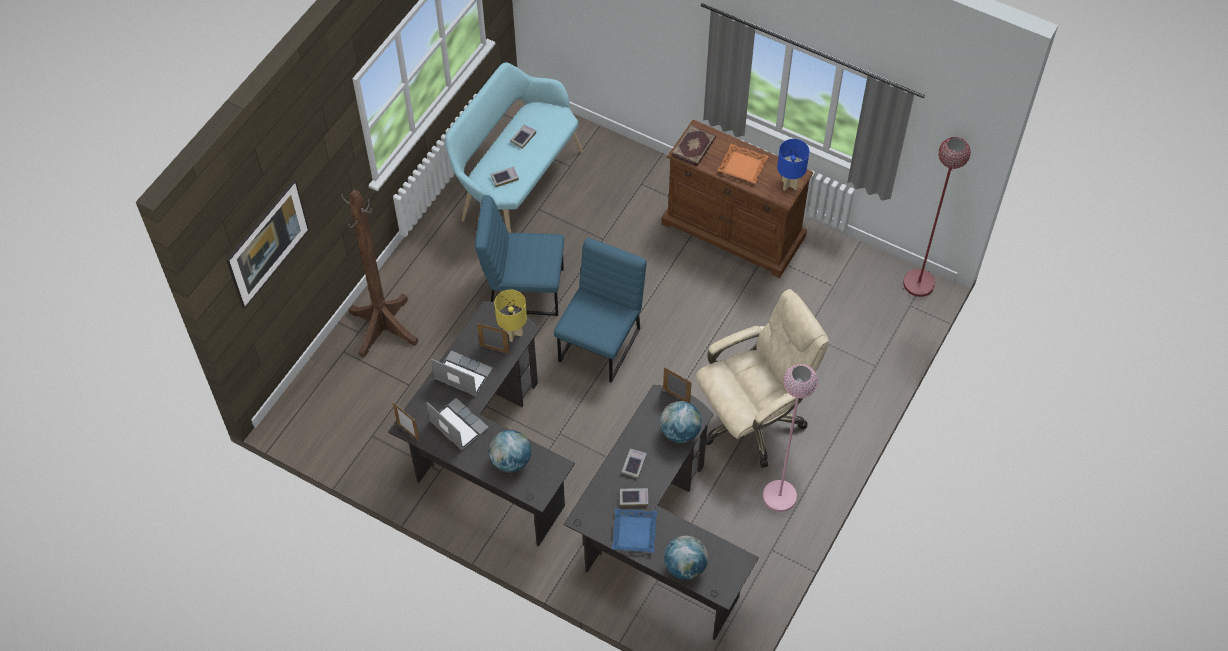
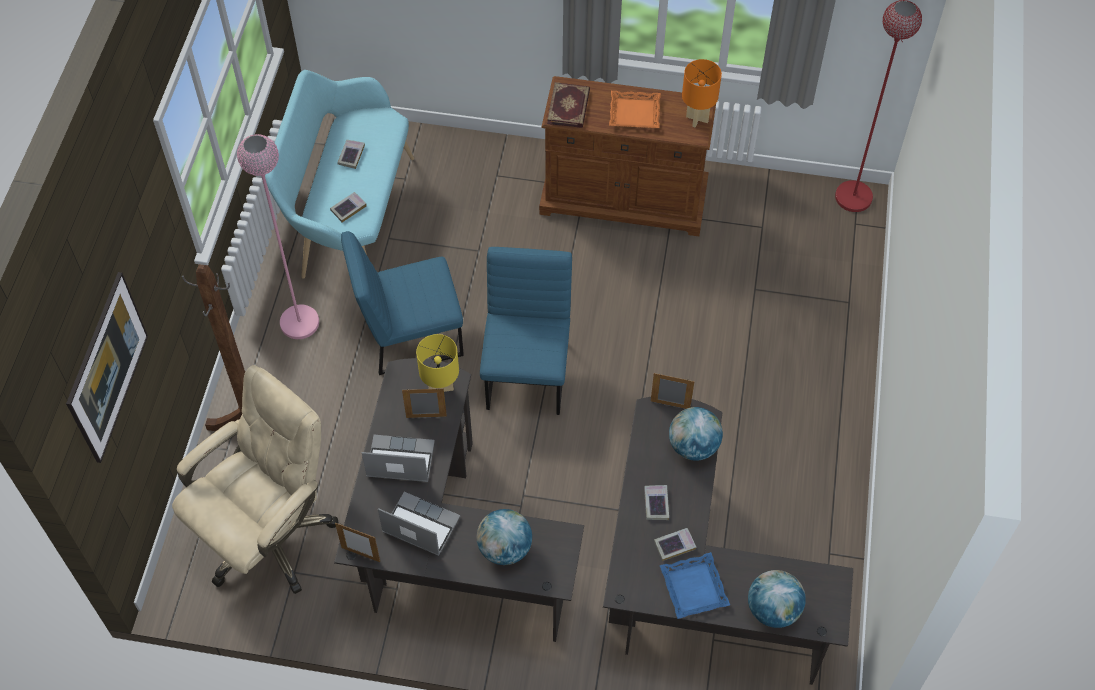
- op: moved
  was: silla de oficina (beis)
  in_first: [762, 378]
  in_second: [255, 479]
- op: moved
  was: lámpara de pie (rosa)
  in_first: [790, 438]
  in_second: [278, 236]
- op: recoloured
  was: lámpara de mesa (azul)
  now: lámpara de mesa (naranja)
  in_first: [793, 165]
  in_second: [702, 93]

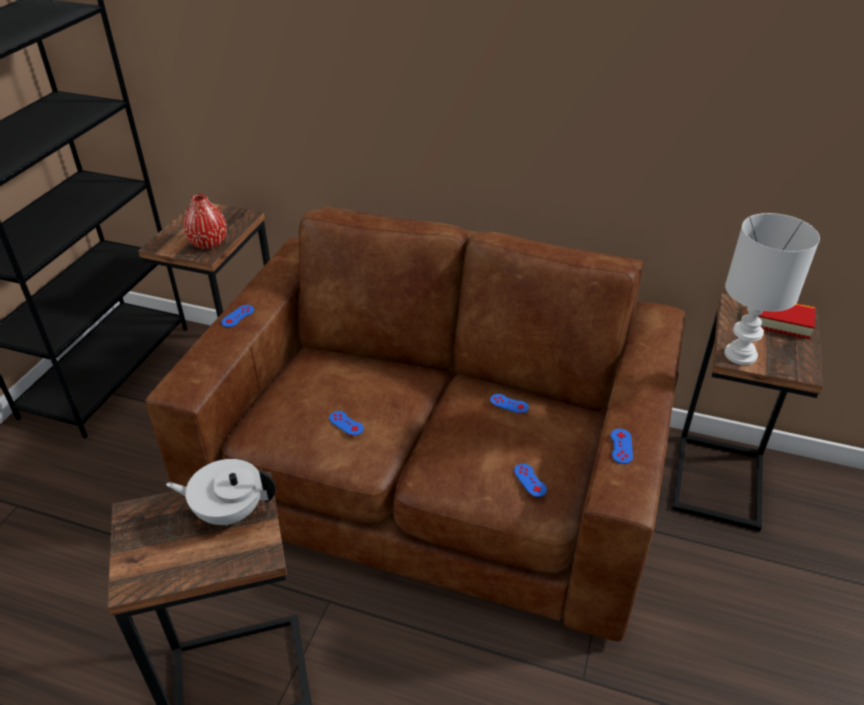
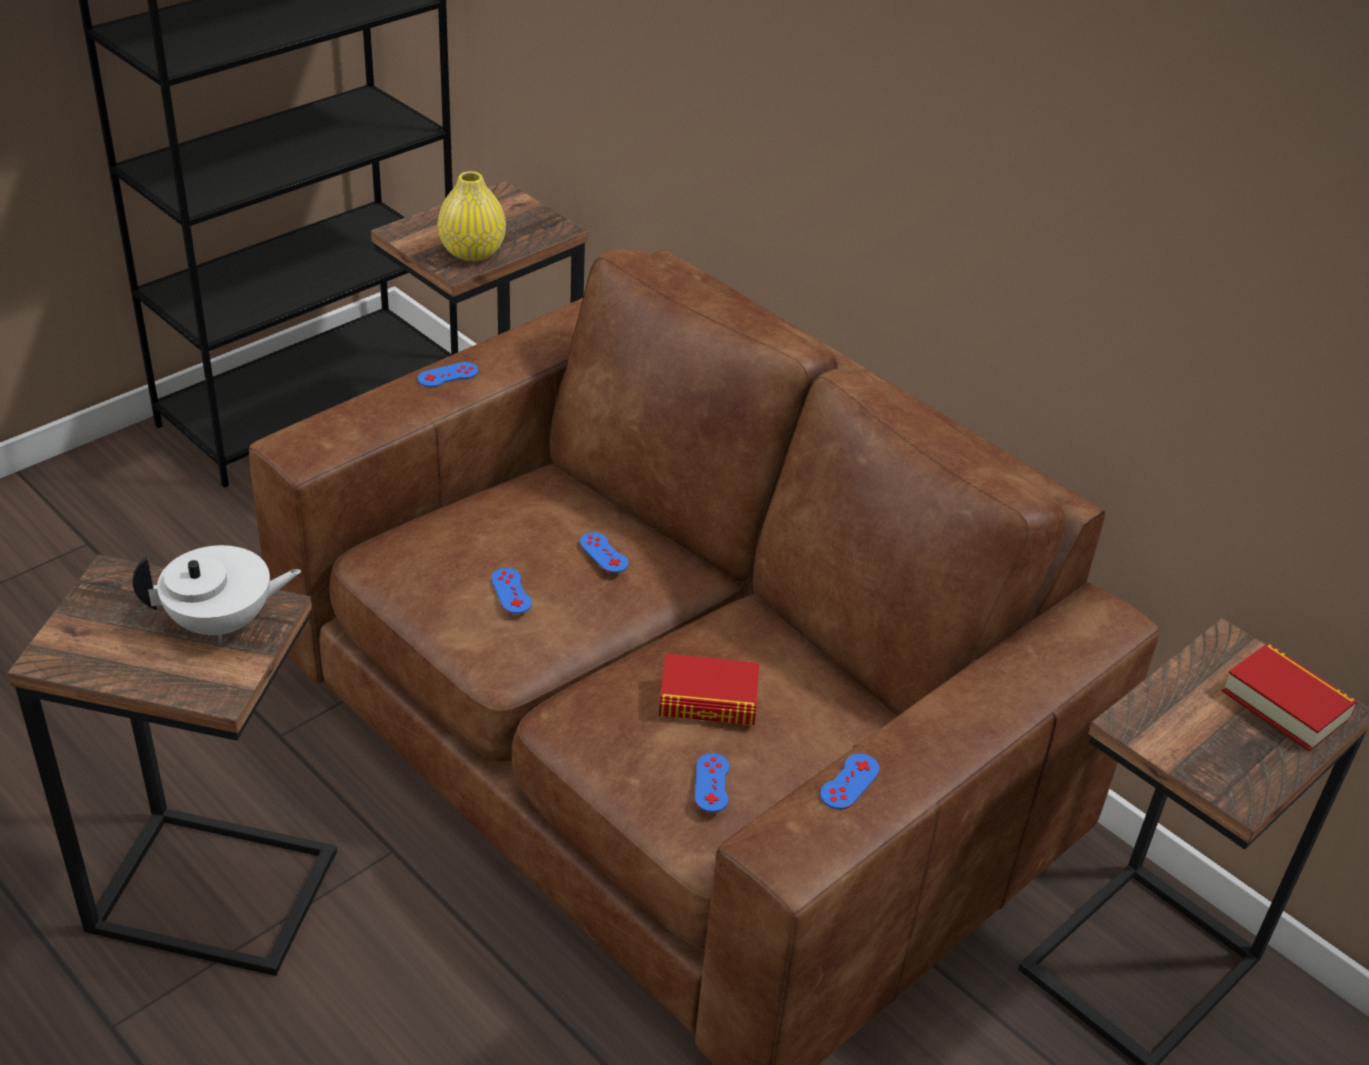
- op: turned
  was: tetera (blanco)
  in_first: [221, 492]
  in_second: [217, 593]
  clockwise: 135
- op: recoloured
  was: florero (rojo)
  now: florero (amarillo)
  in_first: [205, 221]
  in_second: [471, 216]
- op: moved
  was: mando de consola (azul)
  in_first: [509, 404]
  in_second: [604, 552]
- op: removed
  was: lámpara de mesa (blanco)
  in_first: [772, 289]
- op: added
  now: libro
  in_second: [709, 689]

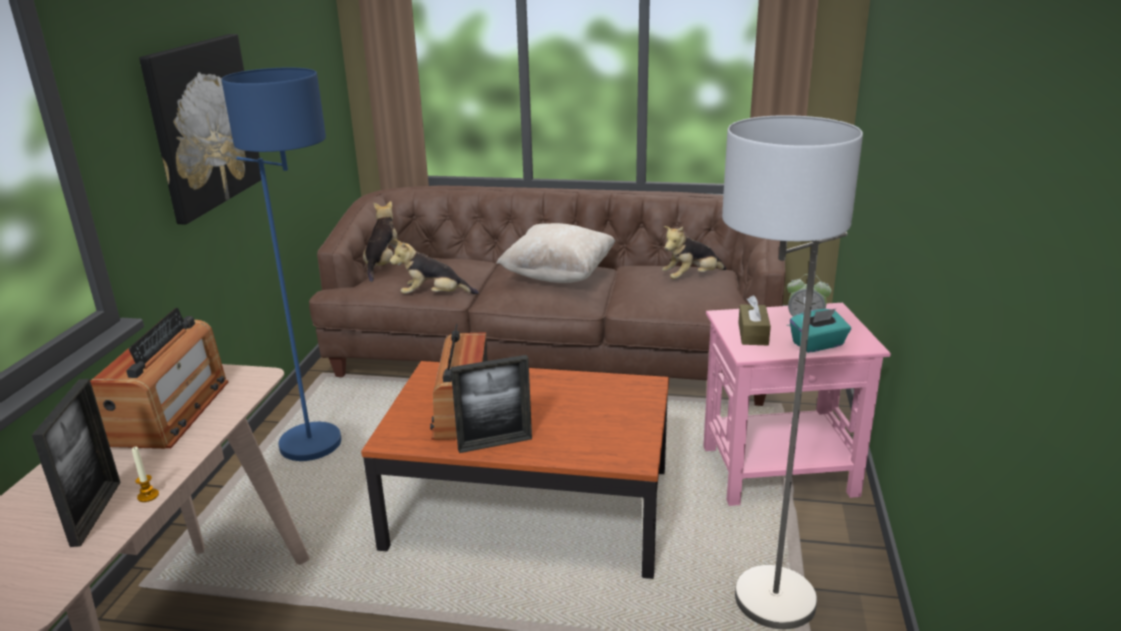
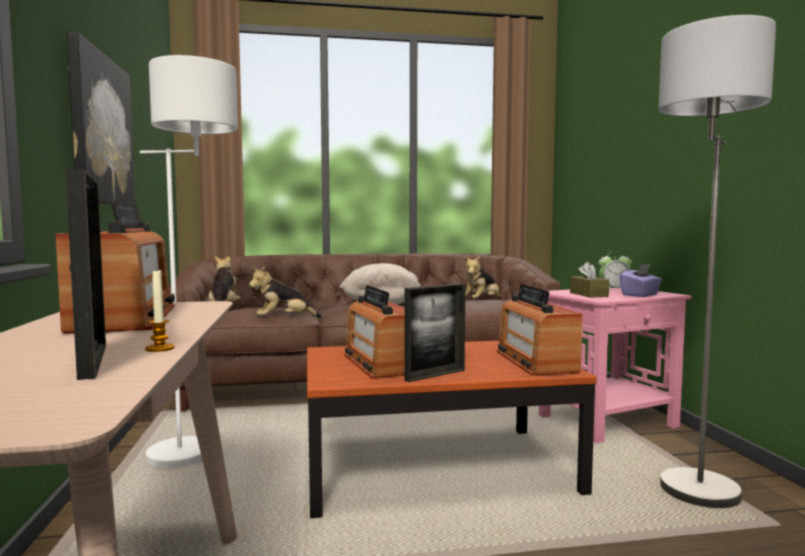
- op: recoloured
  was: lámpara de pie (azul)
  now: lámpara de pie (blanco)
  in_first: [281, 264]
  in_second: [189, 261]
- op: recoloured
  was: caja de pañuelos (turquesa)
  now: caja de pañuelos (morado)
  in_first: [820, 331]
  in_second: [640, 280]
- op: added
  now: radio
  in_second: [539, 329]

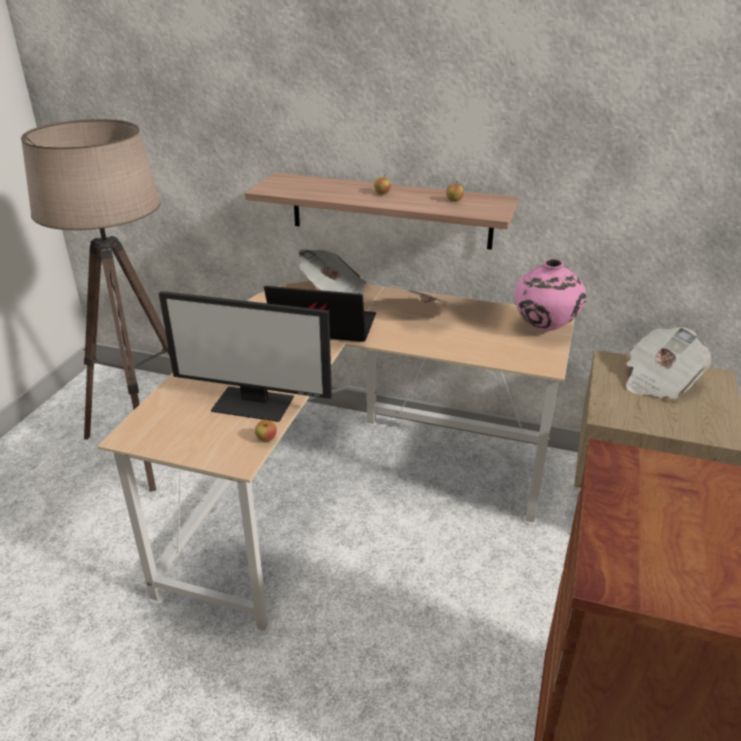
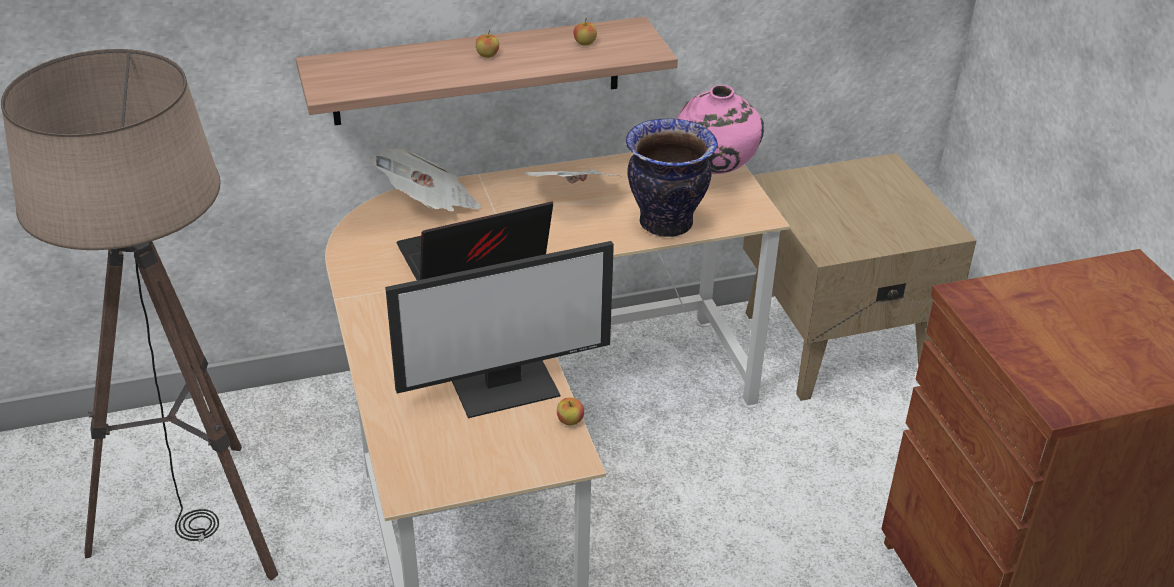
- op: removed
  was: periódico
  in_first: [669, 363]
- op: added
  now: florero
  in_second: [672, 178]

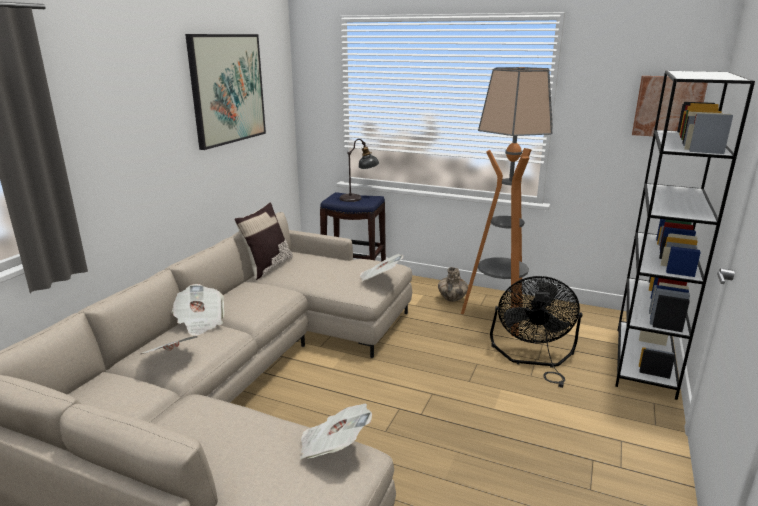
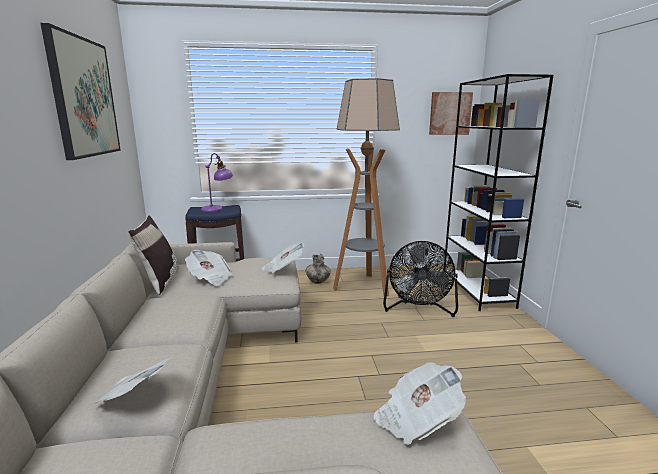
- op: moved
  was: periódico
  in_first: [198, 310]
  in_second: [208, 268]
- op: recoloured
  was: lámpara de mesa (gris)
  now: lámpara de mesa (morado)
  in_first: [359, 170]
  in_second: [217, 182]
- op: turned
  was: ventilador (negro)
  in_first: [536, 332]
  in_second: [420, 279]
  clockwise: -150

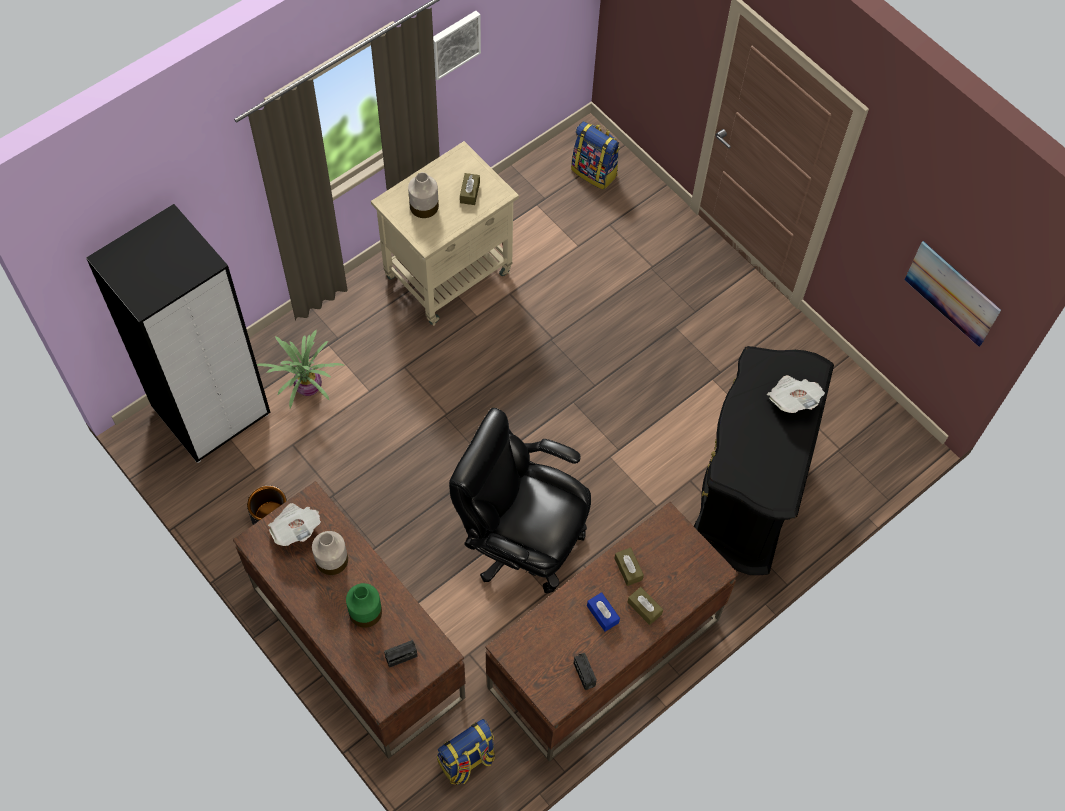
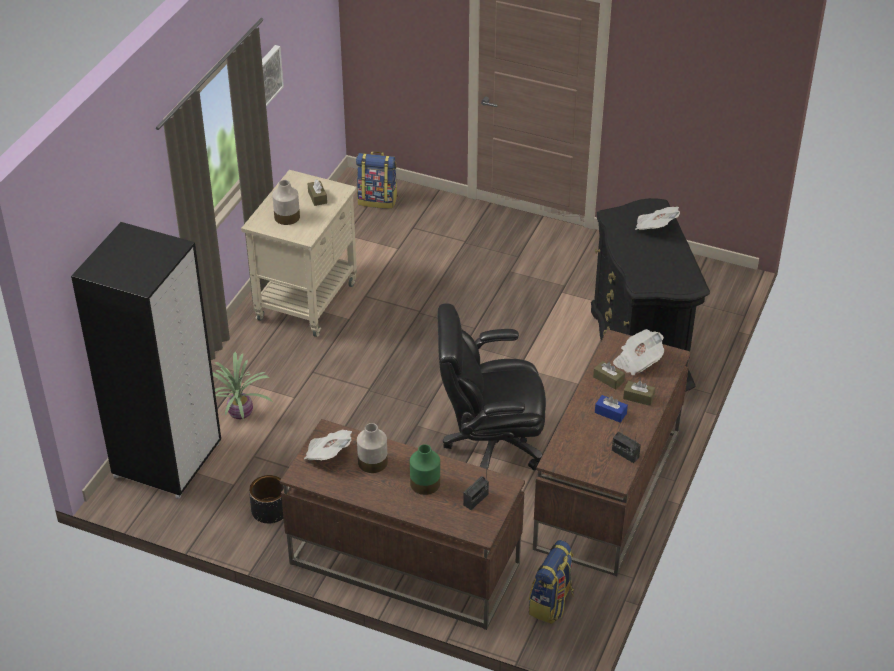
- op: removed
  was: cuadro
  in_first: [953, 294]
- op: added
  now: periódico
  in_second: [638, 352]

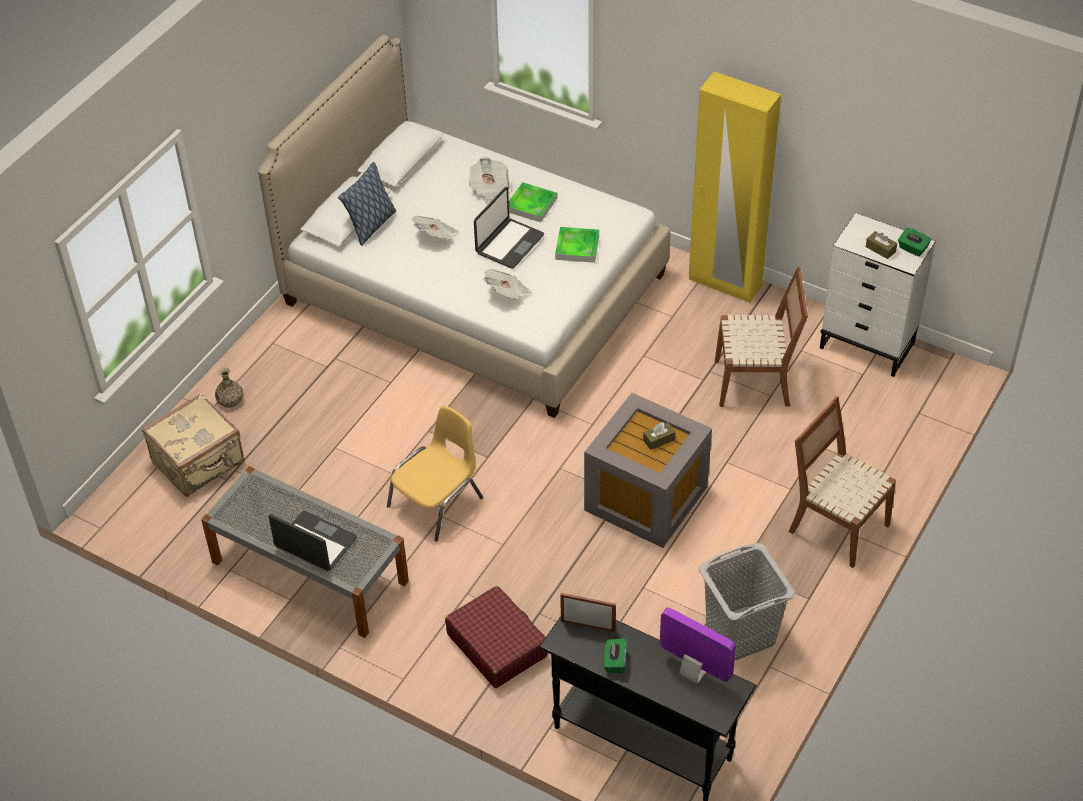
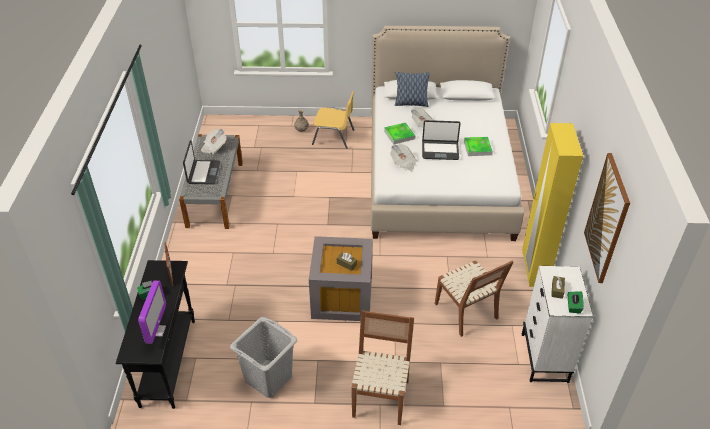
- op: removed
  was: maleta (beis)
  in_first: [193, 445]
- op: moved
  was: silla (amarillo)
  in_first: [435, 473]
  in_second: [333, 120]
- op: removed
  was: maleta (rojo)
  in_first: [496, 637]
- op: moved
  was: periódico
  in_first: [489, 181]
  in_second: [214, 141]
- op: moved
  was: bandeja
  in_first: [577, 245]
  in_second: [399, 133]
- op: added
  now: cuadro
  in_second: [607, 218]

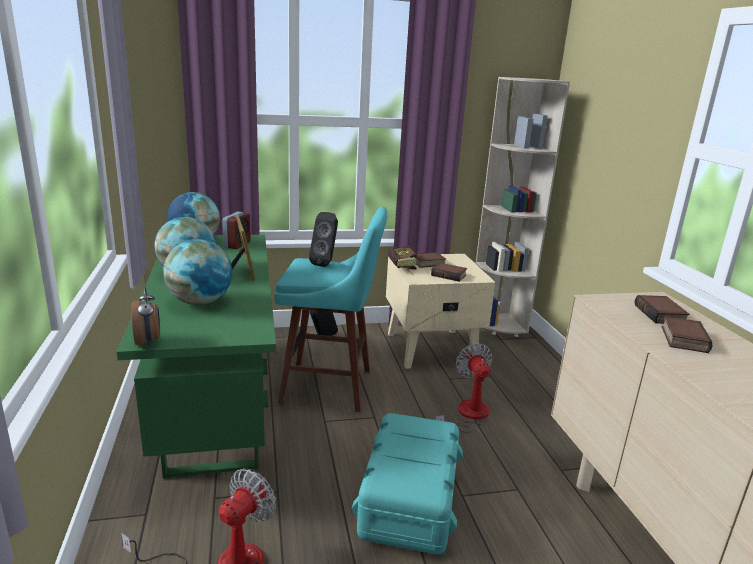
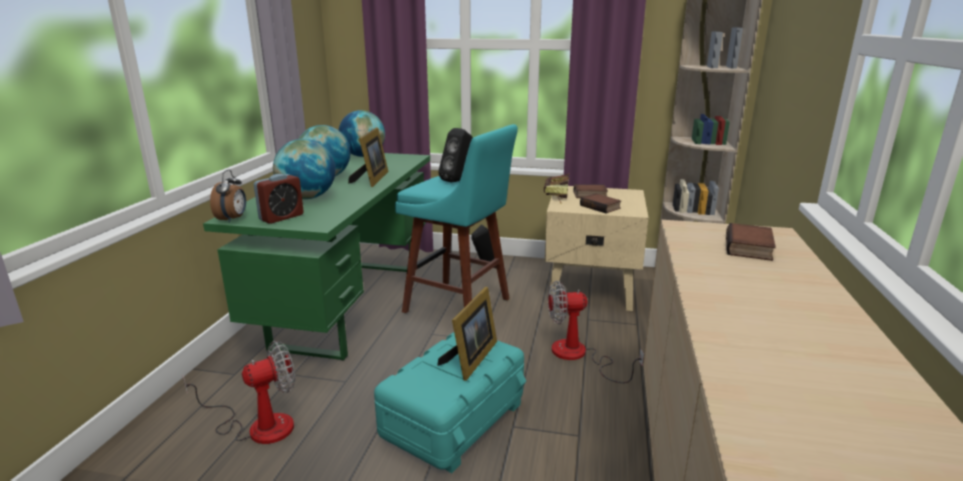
- op: moved
  was: despertador
  in_first: [236, 230]
  in_second: [279, 199]
- op: turned
  was: ventilador
  in_first: [464, 388]
  in_second: [596, 332]
  clockwise: -105
- op: removed
  was: libro
  in_first: [687, 334]
- op: added
  now: portarretratos
  in_second: [467, 334]

